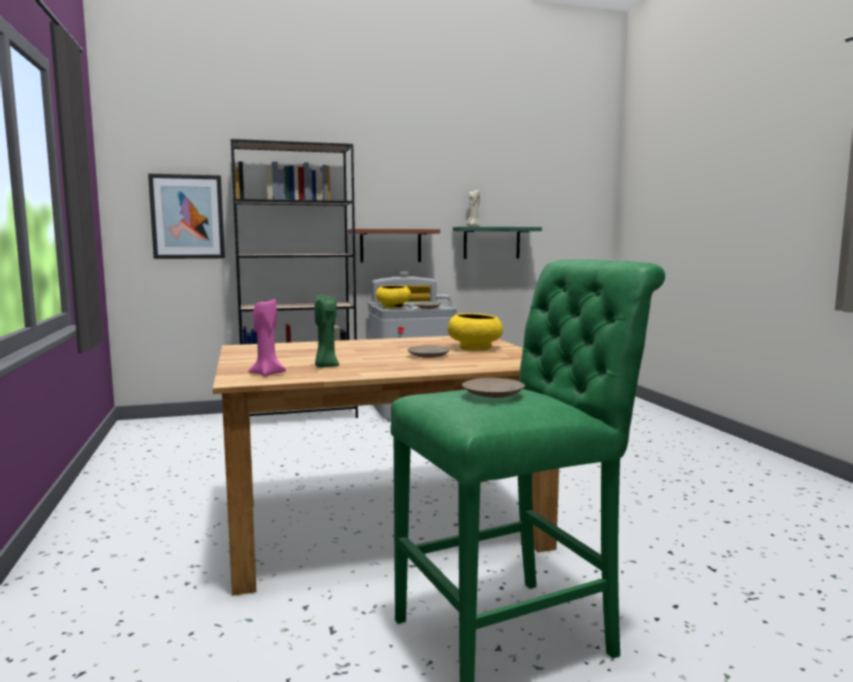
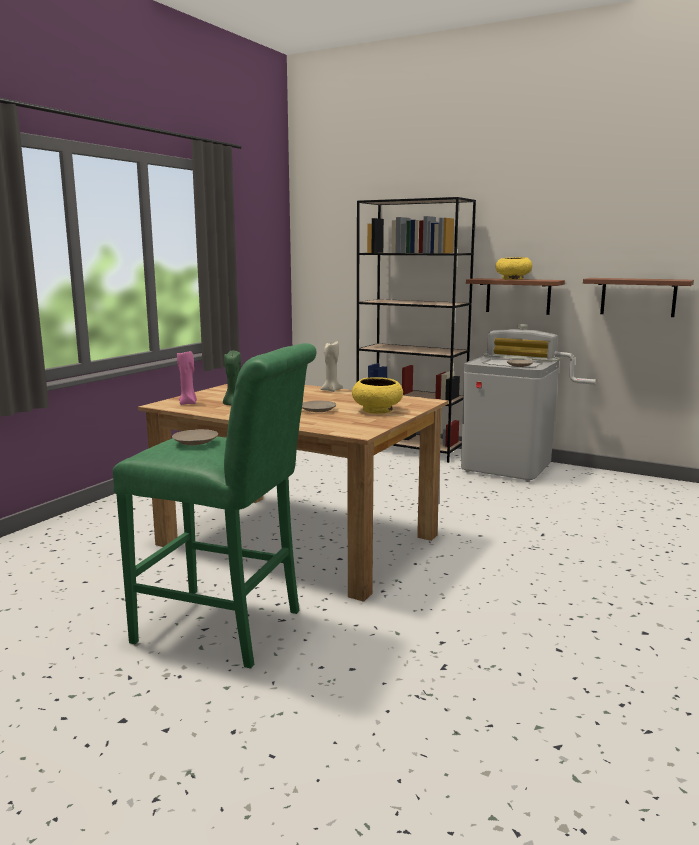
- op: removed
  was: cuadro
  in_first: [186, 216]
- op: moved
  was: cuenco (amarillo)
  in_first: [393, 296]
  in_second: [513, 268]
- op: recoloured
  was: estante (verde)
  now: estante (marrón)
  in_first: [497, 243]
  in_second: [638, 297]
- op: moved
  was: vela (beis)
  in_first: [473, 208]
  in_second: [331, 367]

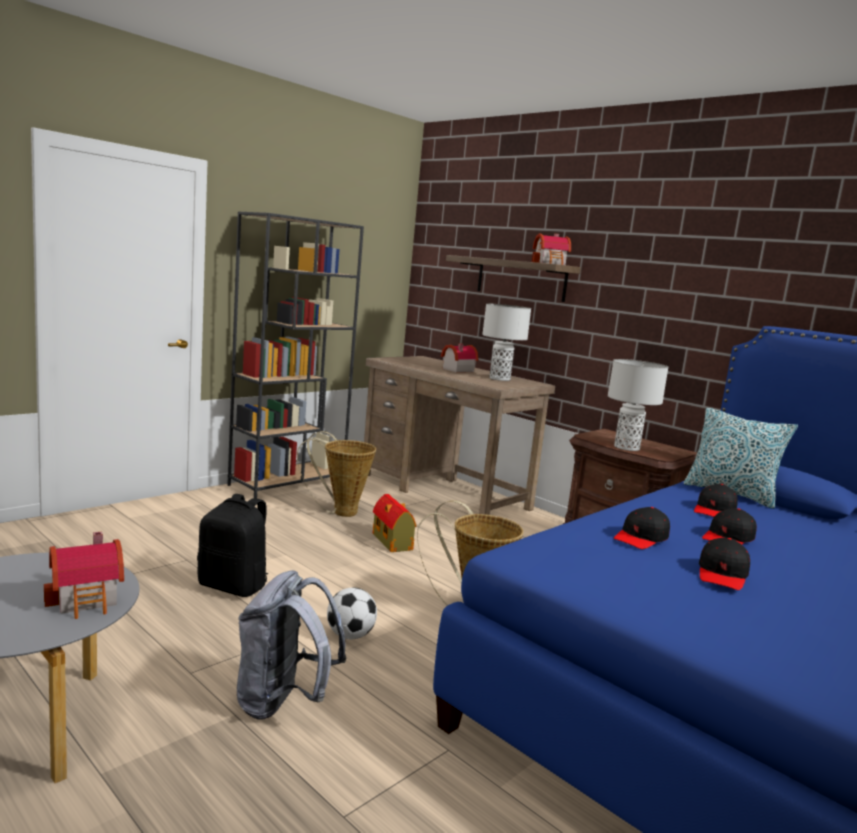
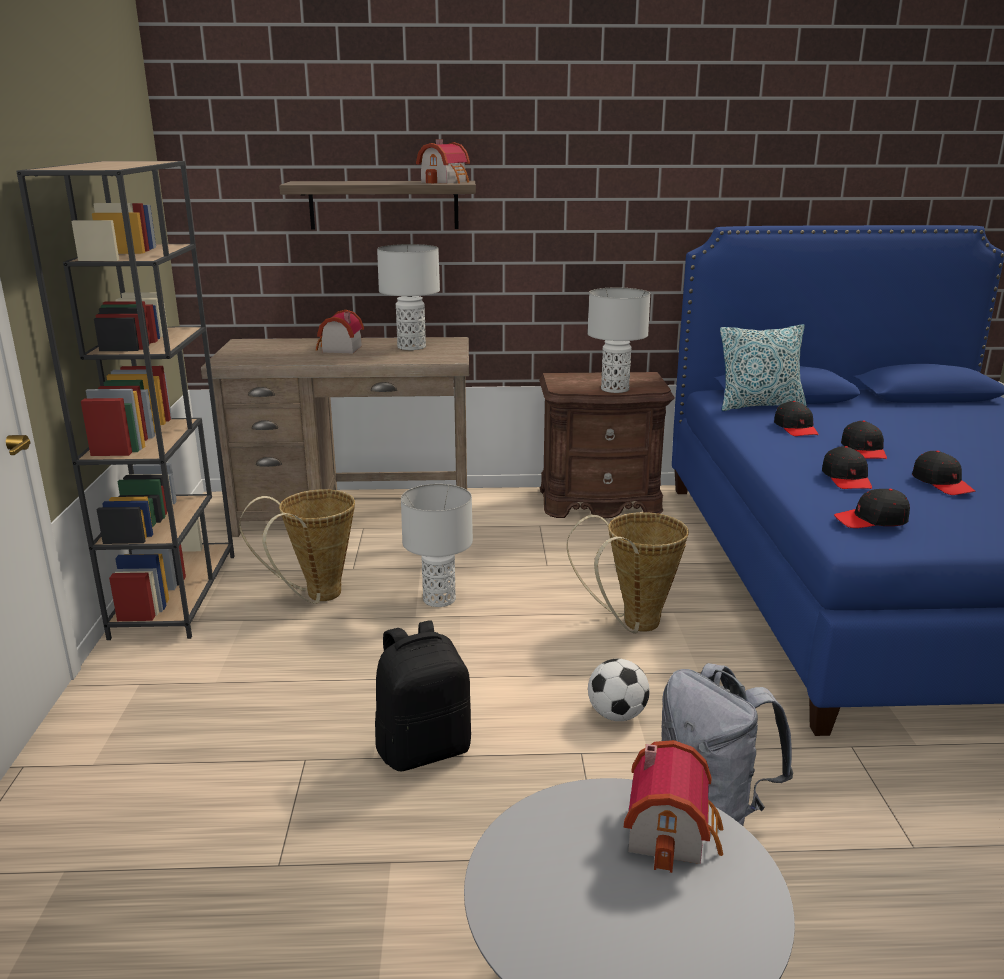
- op: replaced
  was: casita
  now: lámpara de mesa (blanco)
  in_first: [394, 523]
  in_second: [437, 545]
- op: added
  now: gorra (negro)
  in_second: [872, 508]

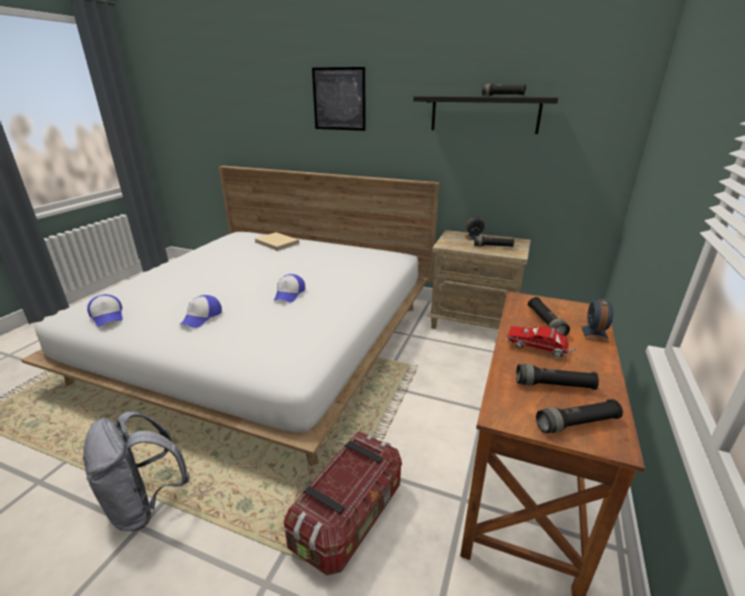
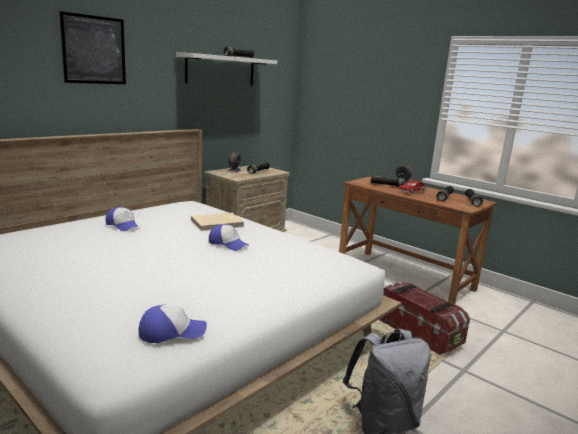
- op: moved
  was: gorra
  in_first: [201, 311]
  in_second: [122, 219]
- op: moved
  was: libro (beis)
  in_first: [277, 241]
  in_second: [217, 222]
- op: recoloured
  was: estante (negro)
  now: estante (blanco)
  in_first: [485, 115]
  in_second: [226, 68]

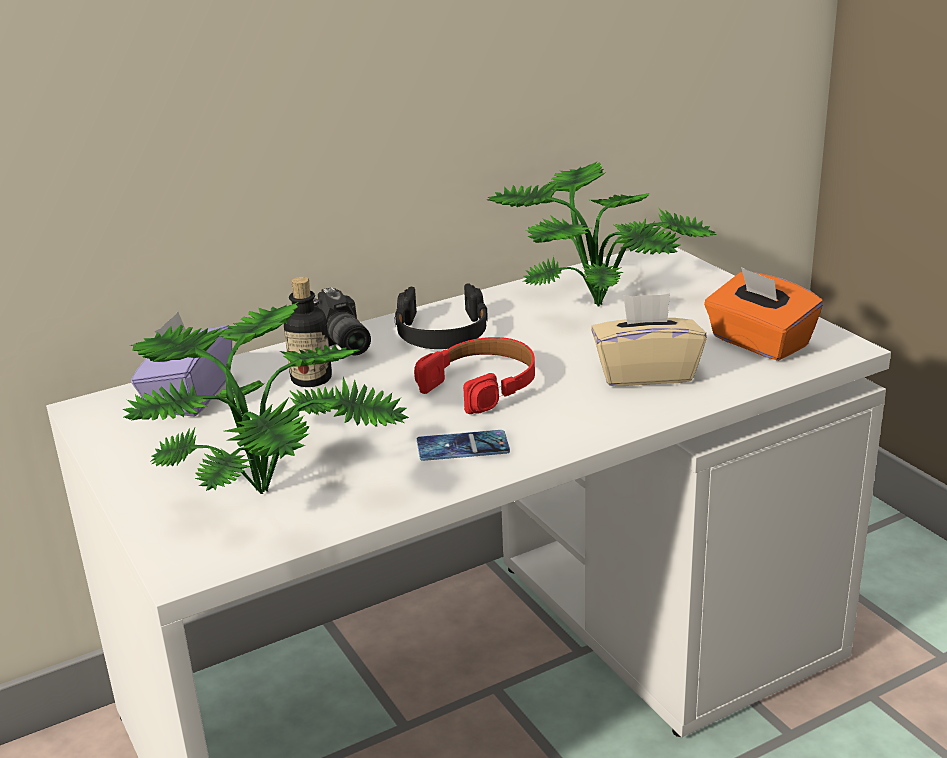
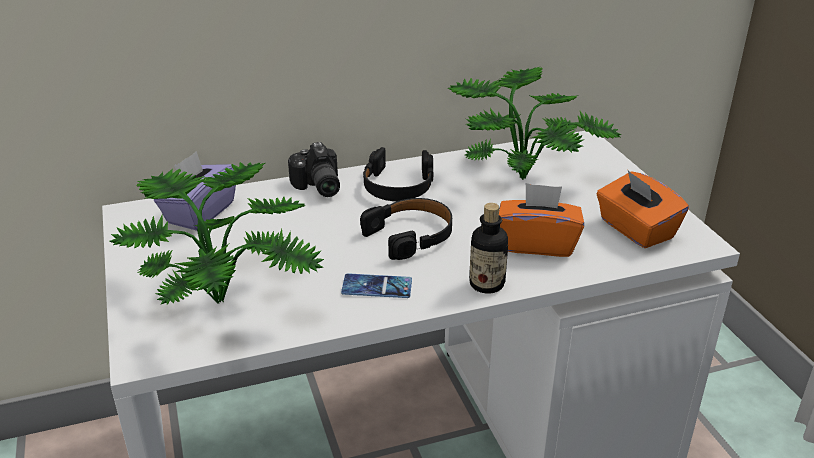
- op: moved
  was: botella
  in_first: [308, 332]
  in_second: [488, 248]
- op: recoloured
  was: auriculares (rojo)
  now: auriculares (negro)
  in_first: [474, 375]
  in_second: [406, 229]
- op: recoloured
  was: caja de pañuelos (beis)
  now: caja de pañuelos (naranja)
  in_first: [649, 339]
  in_second: [541, 220]

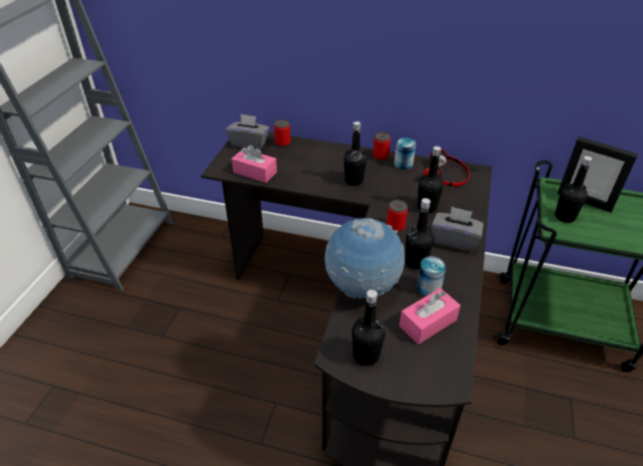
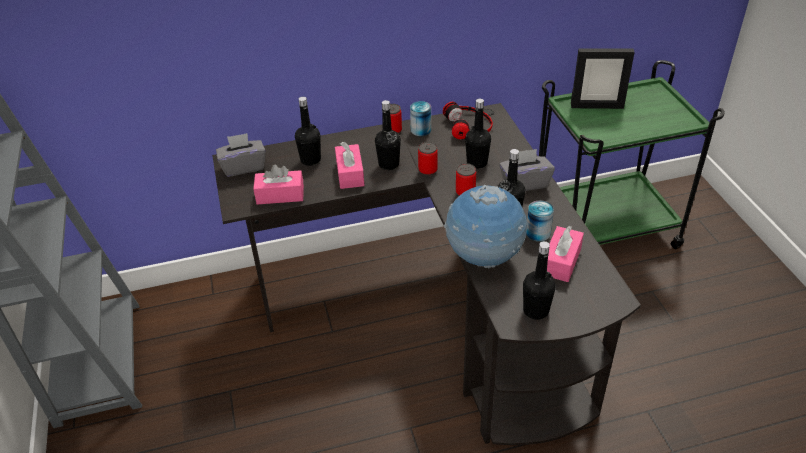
- op: moved
  was: lata
  in_first: [282, 133]
  in_second: [428, 159]
- op: moved
  was: botella (negro)
  in_first: [573, 189]
  in_second: [308, 131]
- op: added
  now: caja de pañuelos (rosa)
  in_second: [350, 165]

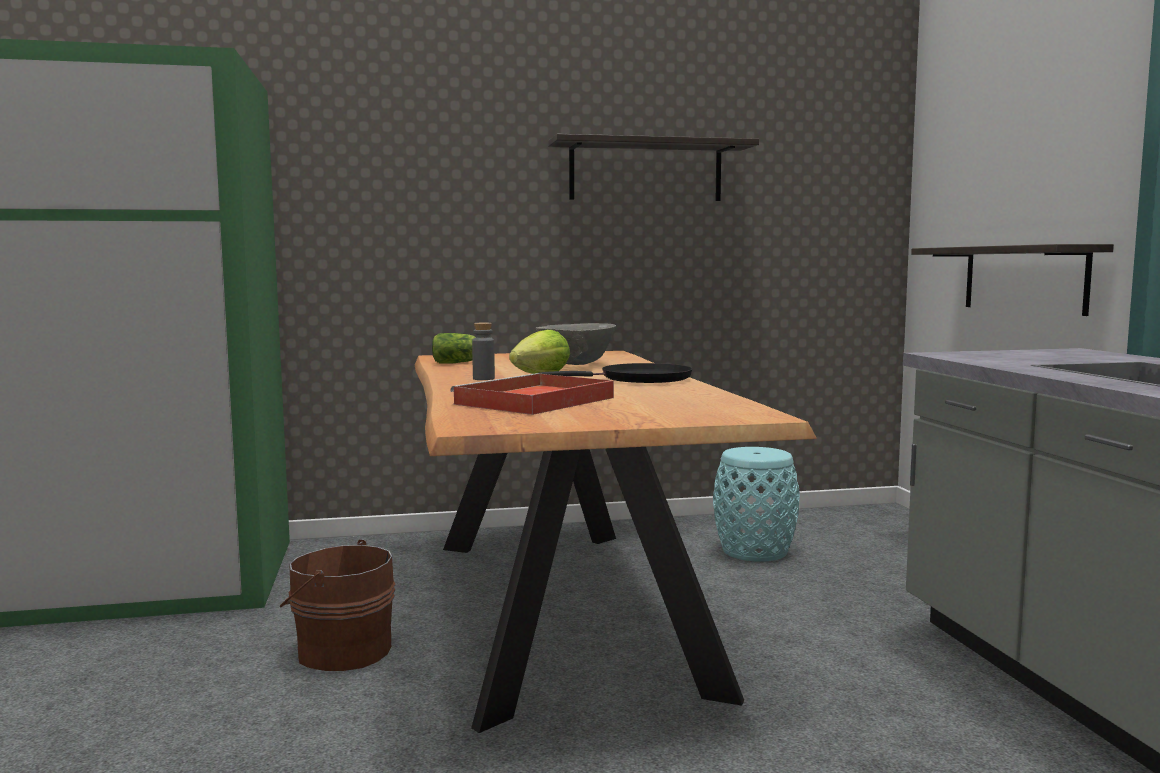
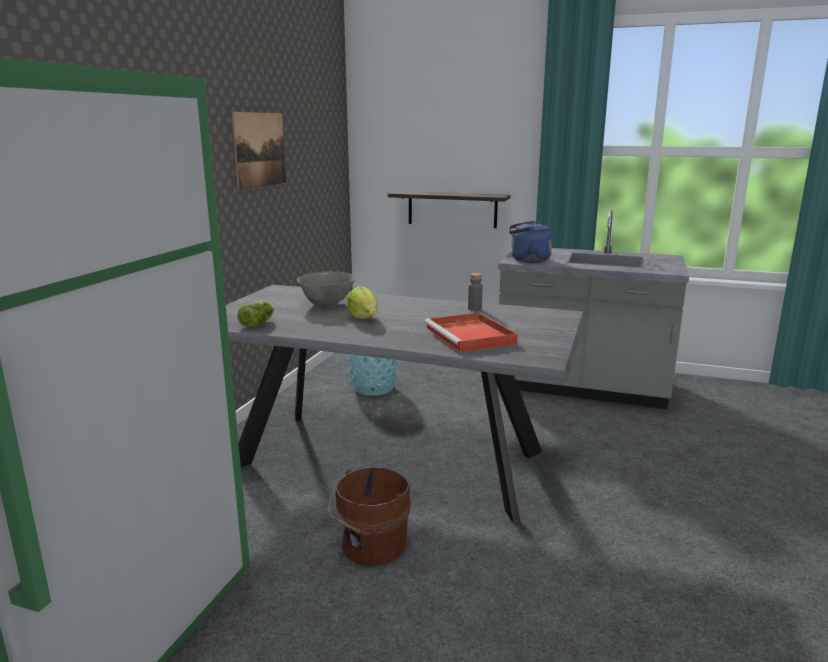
- op: recoloured
  was: mesa de comedor (marrón)
  now: mesa de comedor (gris)
  in_first: [615, 542]
  in_second: [405, 404]
- op: moved
  was: botella (gris)
  in_first: [483, 351]
  in_second: [475, 292]
- op: removed
  was: sartén (negro)
  in_first: [615, 373]
- op: replaced
  was: estante
  now: cuadro
  in_first: [653, 167]
  in_second: [259, 151]
- op: added
  now: hervidor (azul)
  in_second: [530, 241]

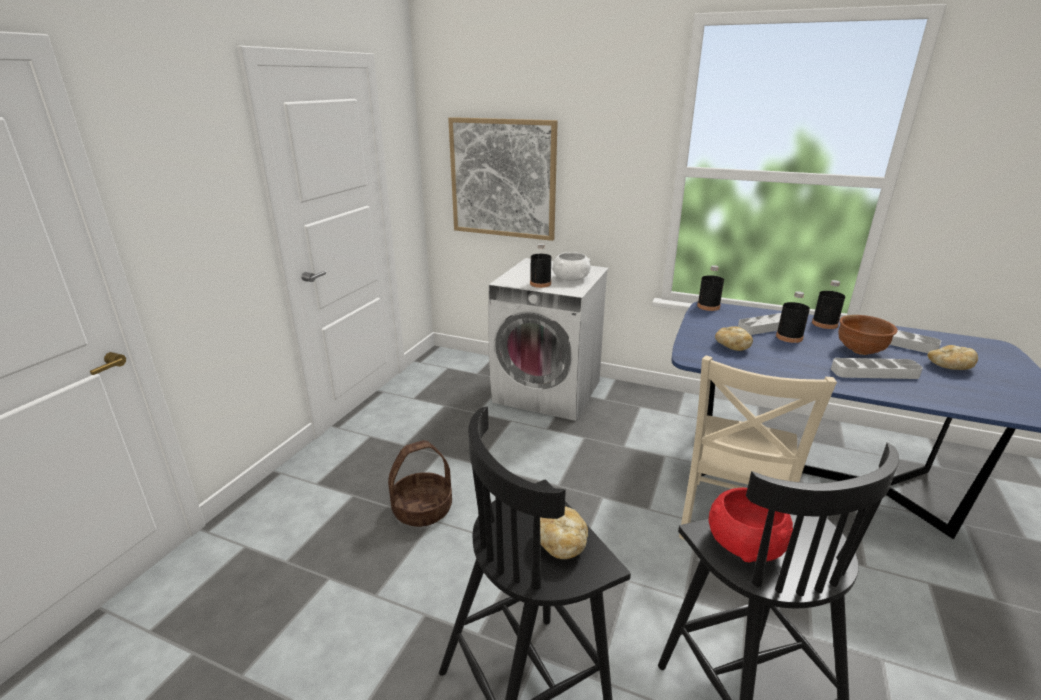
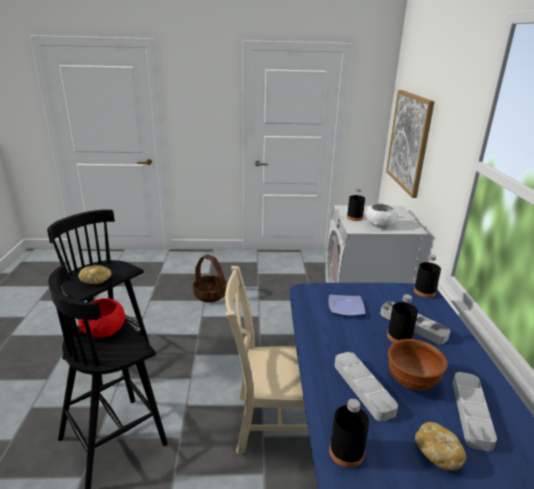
- op: replaced
  was: pan
  now: plato
  in_first: [734, 338]
  in_second: [346, 305]
- op: moved
  was: botella (negro)
  in_first: [828, 304]
  in_second: [349, 433]

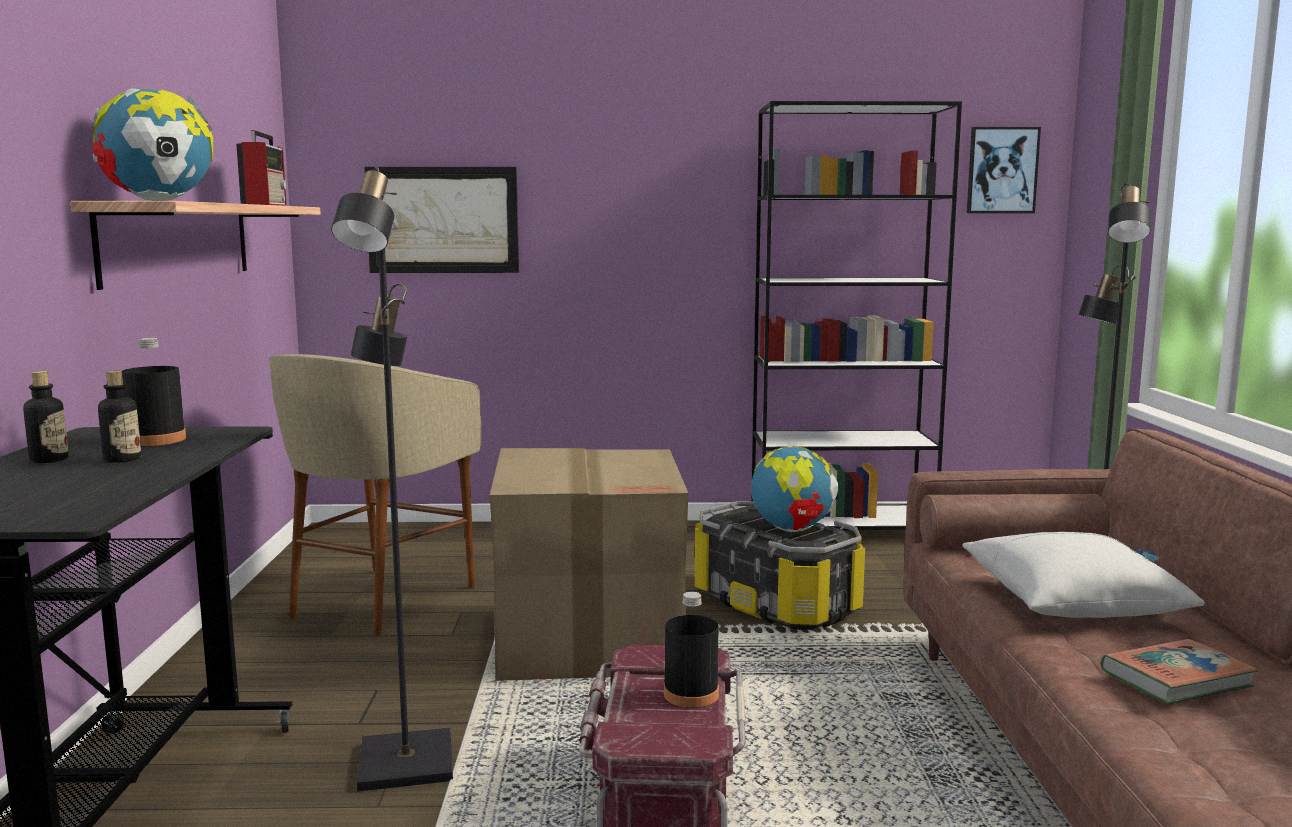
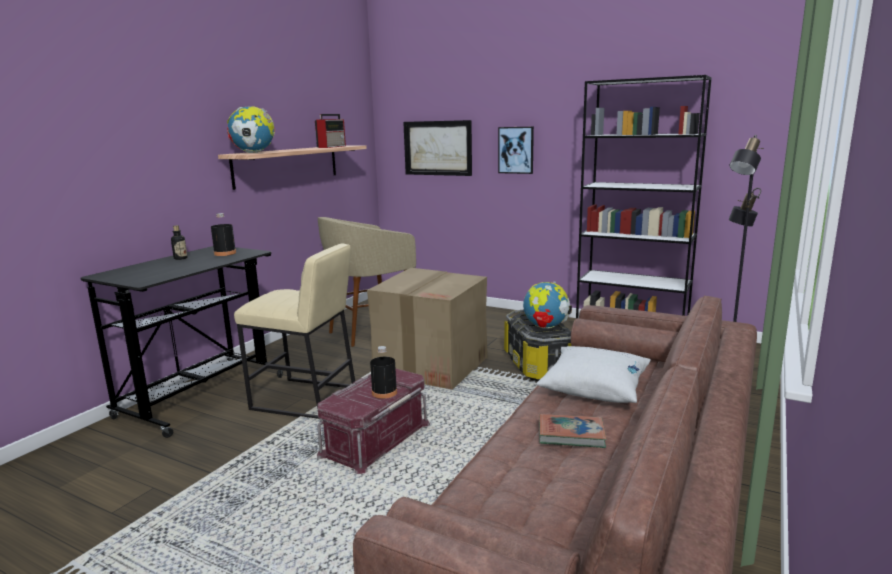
- op: removed
  was: botella
  in_first: [119, 417]
- op: replaced
  was: lámpara de pie (negro)
  now: silla (beis)
  in_first: [392, 478]
  in_second: [294, 331]
- op: moved
  was: cuadro
  in_first: [1004, 170]
  in_second: [516, 150]

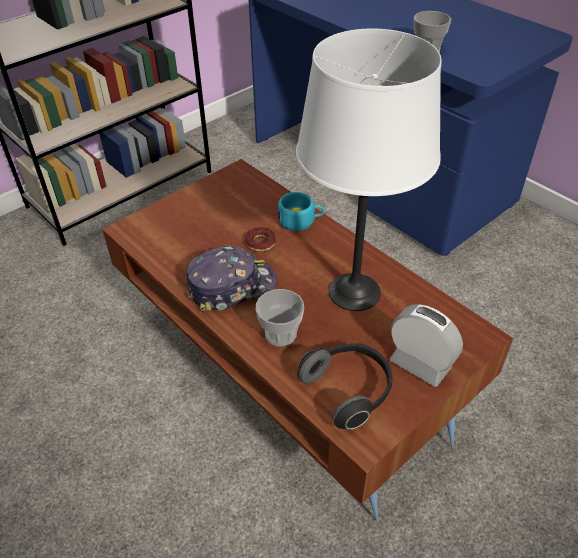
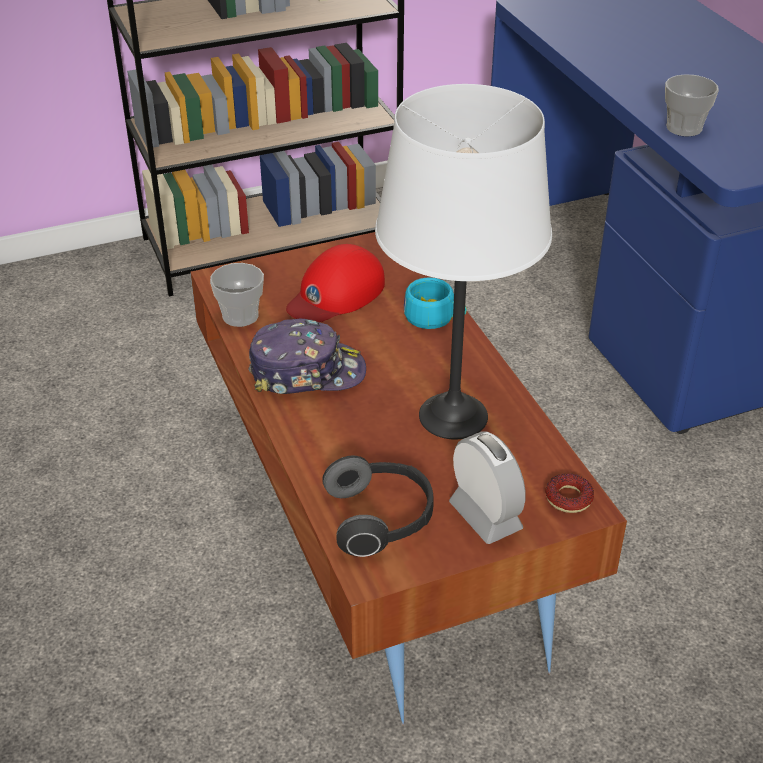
- op: moved
  was: rosquilla
  in_first: [260, 239]
  in_second: [569, 493]
- op: moved
  was: taza
  in_first: [280, 317]
  in_second: [237, 295]
- op: added
  now: gorra (rojo)
  in_second: [335, 283]

